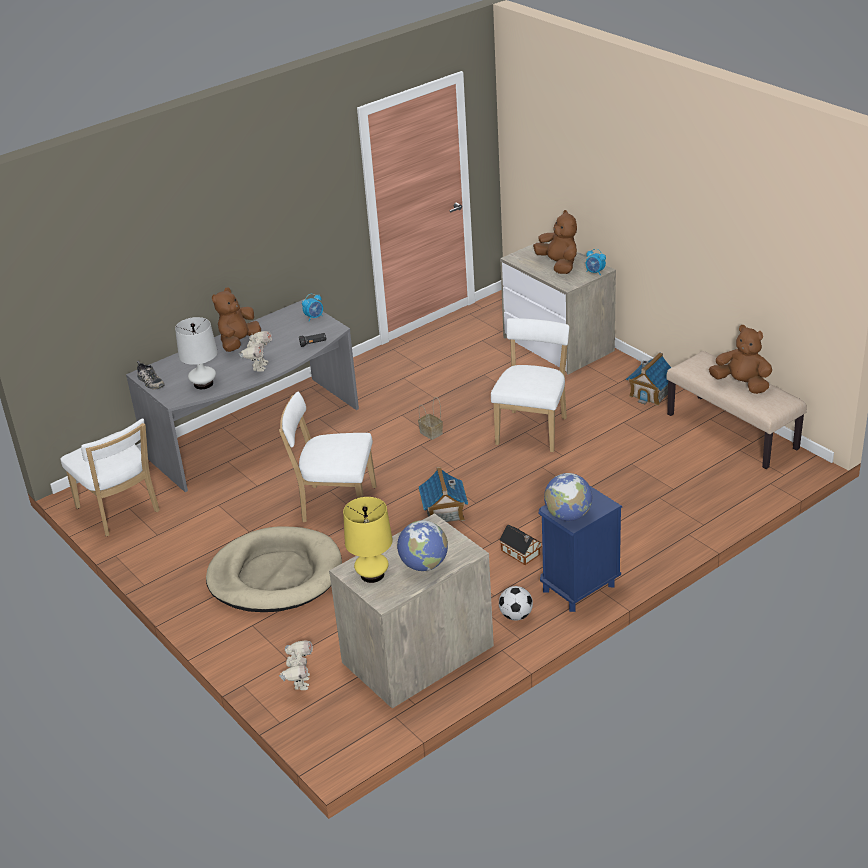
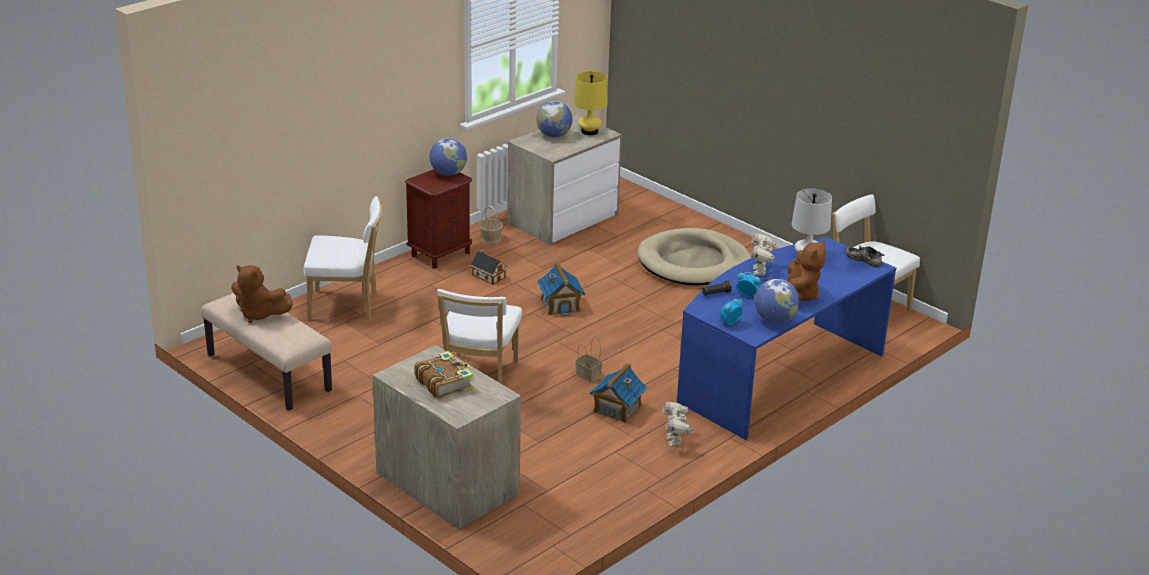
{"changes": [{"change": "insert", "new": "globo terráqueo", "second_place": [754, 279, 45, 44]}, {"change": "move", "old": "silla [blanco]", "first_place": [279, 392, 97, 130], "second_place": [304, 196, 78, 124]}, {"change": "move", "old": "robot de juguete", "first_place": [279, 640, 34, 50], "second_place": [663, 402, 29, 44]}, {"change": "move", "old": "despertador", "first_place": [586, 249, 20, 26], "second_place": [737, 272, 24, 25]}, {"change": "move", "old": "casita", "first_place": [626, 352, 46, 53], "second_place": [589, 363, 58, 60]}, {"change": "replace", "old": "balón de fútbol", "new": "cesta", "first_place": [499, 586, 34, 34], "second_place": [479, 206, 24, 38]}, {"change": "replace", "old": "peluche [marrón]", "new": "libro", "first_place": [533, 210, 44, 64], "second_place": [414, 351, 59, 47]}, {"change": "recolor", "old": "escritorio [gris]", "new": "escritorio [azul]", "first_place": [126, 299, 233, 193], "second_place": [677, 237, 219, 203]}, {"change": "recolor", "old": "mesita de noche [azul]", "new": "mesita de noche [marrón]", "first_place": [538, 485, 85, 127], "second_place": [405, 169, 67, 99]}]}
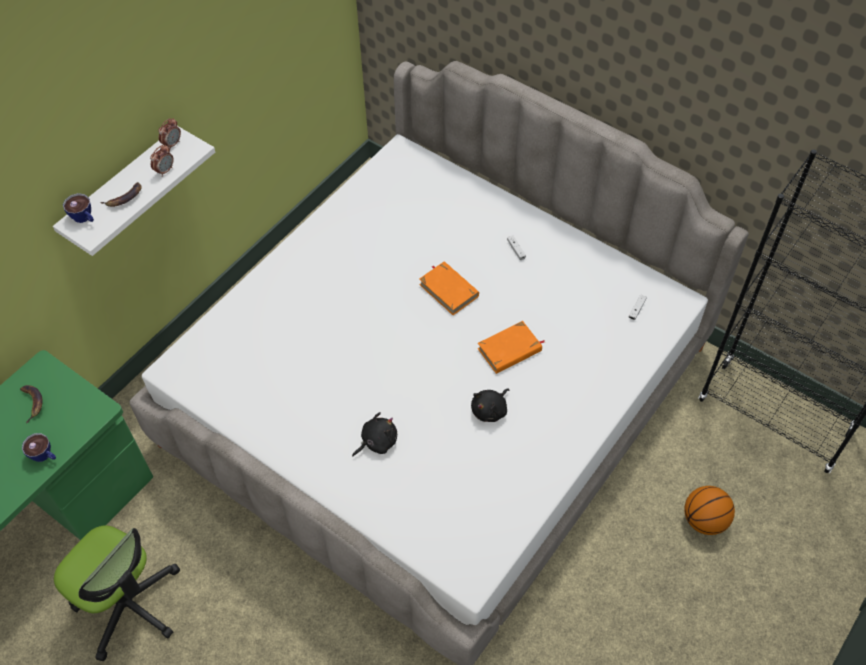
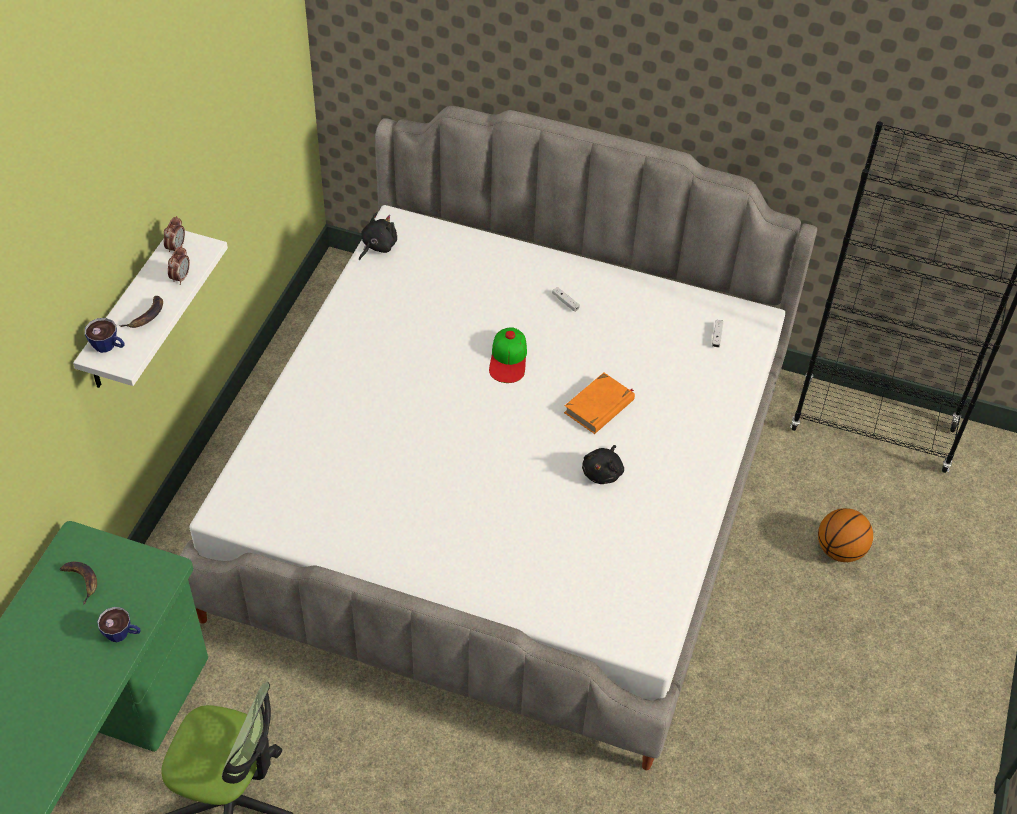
{"changes": [{"change": "move", "old": "peluche [negro]", "first_place": [352, 412, 45, 44], "second_place": [359, 212, 38, 49]}, {"change": "replace", "old": "libro [naranja]", "new": "gorra", "first_place": [419, 261, 60, 54], "second_place": [489, 327, 38, 56]}]}
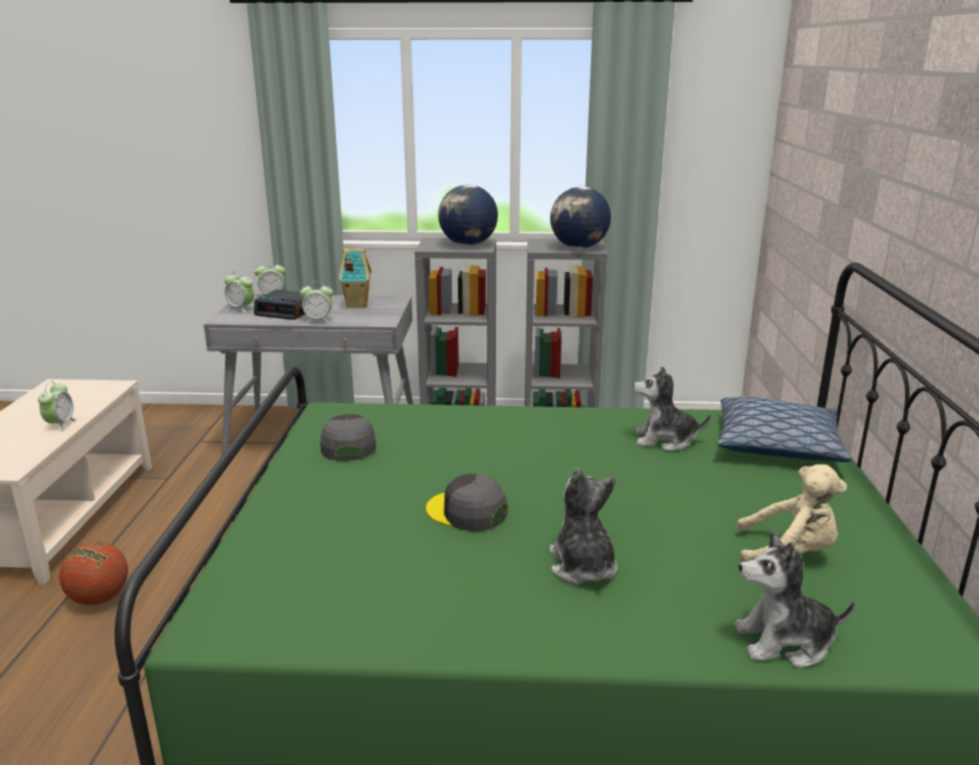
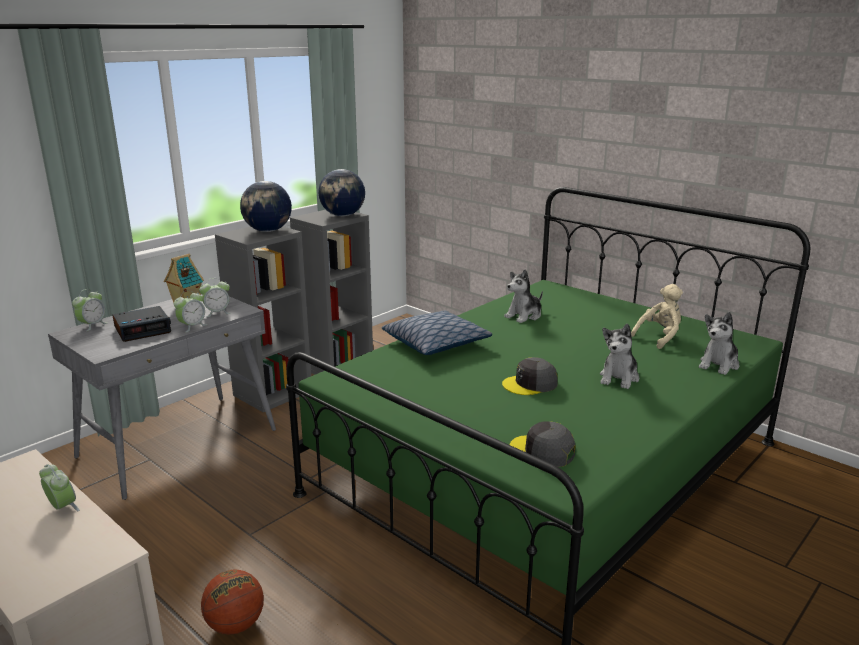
{"changes": [{"change": "move", "old": "despertador", "first_place": [225, 271, 29, 42], "second_place": [199, 278, 32, 39]}, {"change": "move", "old": "gorra [gris]", "first_place": [320, 414, 56, 47], "second_place": [510, 421, 66, 46]}, {"change": "move", "old": "cojín", "first_place": [718, 397, 133, 65], "second_place": [382, 310, 110, 45]}, {"change": "rotate", "old": "peluche", "first_place": [549, 468, 69, 116], "second_place": [600, 324, 39, 65], "degrees": -90}]}
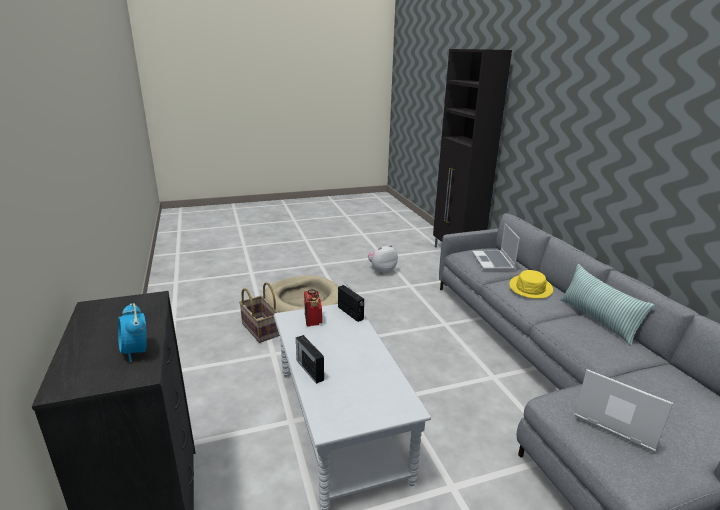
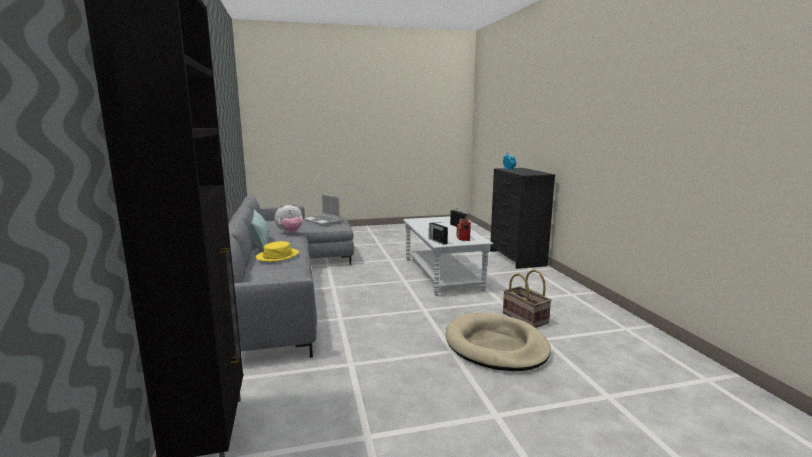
{"changes": [{"change": "delete", "old": "portátil", "first_place": [472, 223, 48, 47]}, {"change": "move", "old": "peluche", "first_place": [368, 245, 30, 29], "second_place": [275, 204, 28, 29]}]}
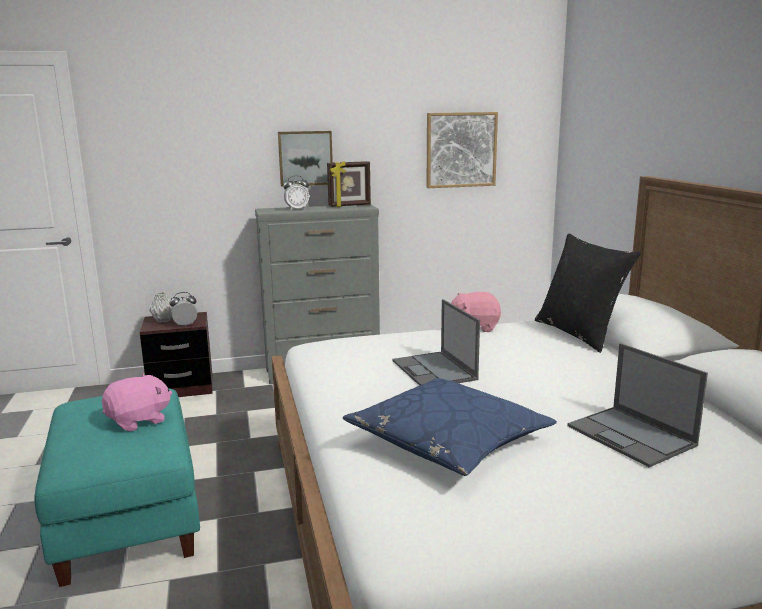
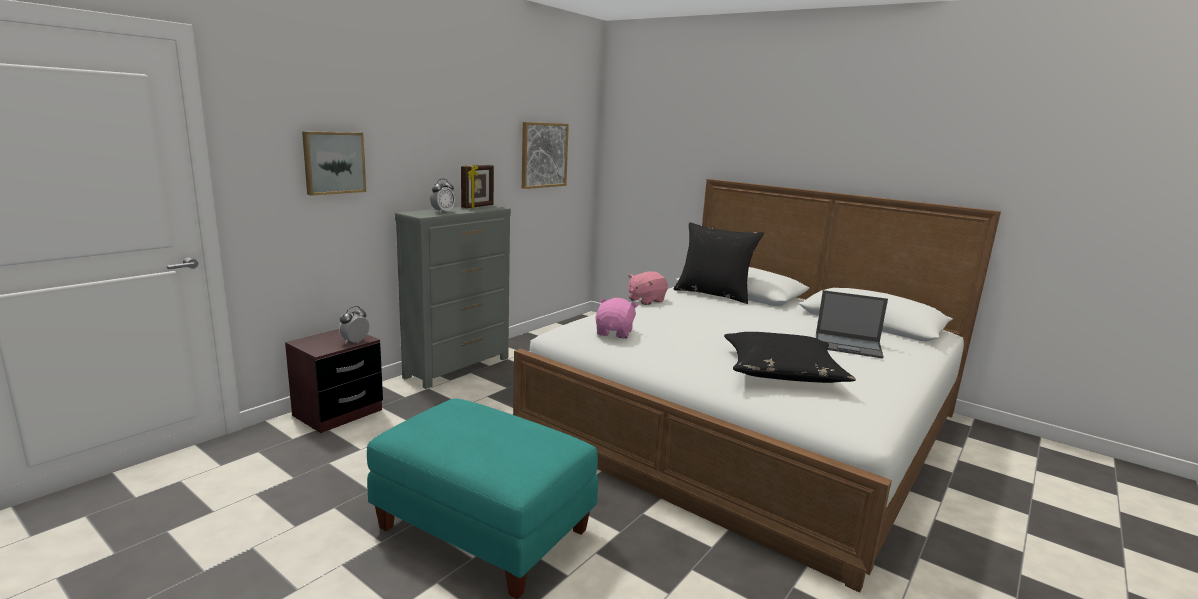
{"changes": [{"change": "delete", "old": "florero [gris]", "first_place": [149, 292, 23, 31]}, {"change": "delete", "old": "portátil", "first_place": [392, 299, 88, 87]}, {"change": "move", "old": "peluche [rosa]", "first_place": [102, 373, 70, 59], "second_place": [595, 298, 43, 40]}, {"change": "move", "old": "cuadro", "first_place": [278, 131, 55, 55], "second_place": [302, 131, 64, 65]}, {"change": "recolor", "old": "cojín [azul]", "new": "cojín [negro]", "first_place": [343, 378, 214, 98], "second_place": [724, 332, 132, 51]}]}
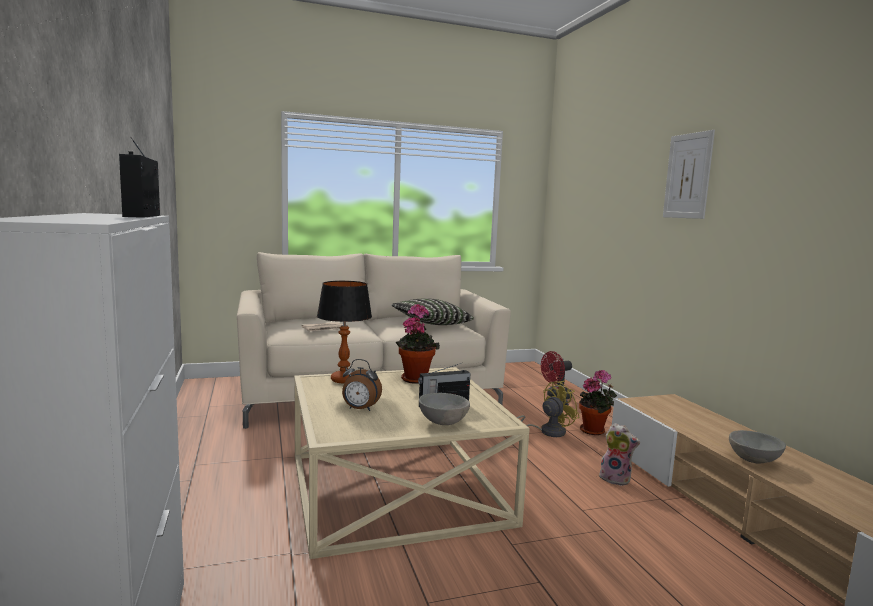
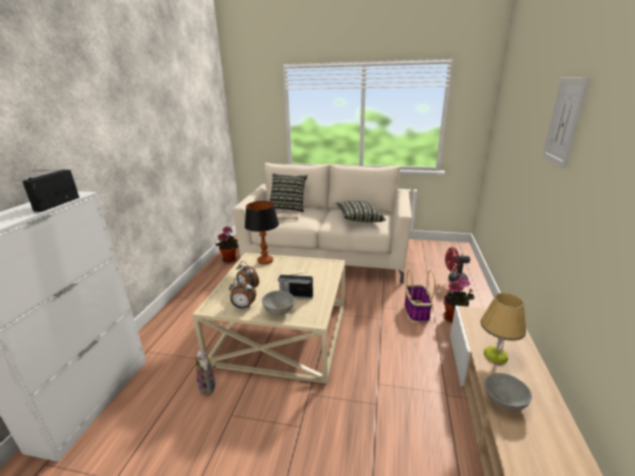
{"changes": [{"change": "insert", "new": "despertador", "second_place": [229, 278, 27, 31]}, {"change": "insert", "new": "cojín", "second_place": [269, 173, 39, 39]}, {"change": "insert", "new": "lámpara de mesa", "second_place": [480, 293, 46, 71]}, {"change": "move", "old": "planta en maceta", "first_place": [396, 304, 44, 80], "second_place": [216, 226, 23, 37]}, {"change": "move", "old": "peluche", "first_place": [599, 423, 41, 63], "second_place": [196, 349, 20, 46]}, {"change": "replace", "old": "ventilador [amarillo]", "new": "cesta", "first_place": [517, 381, 63, 56], "second_place": [405, 270, 30, 52]}]}
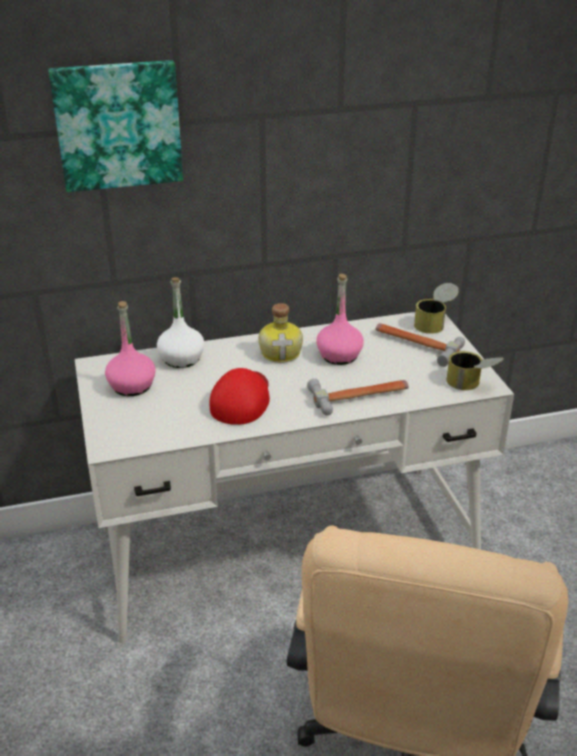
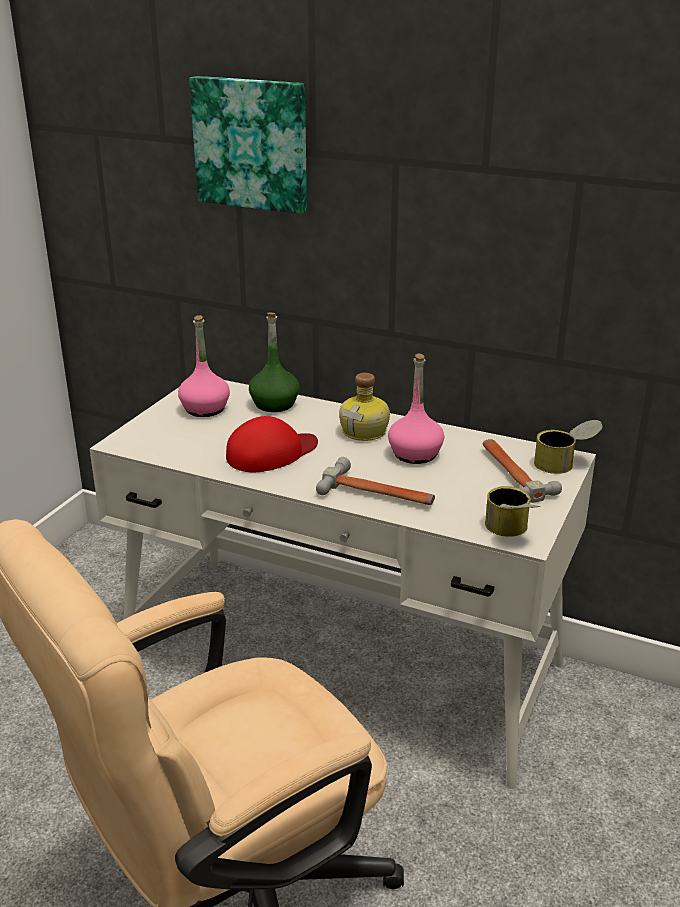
{"changes": [{"change": "recolor", "old": "botella [blanco]", "new": "botella [verde]", "first_place": [157, 278, 48, 90], "second_place": [249, 312, 51, 100]}]}
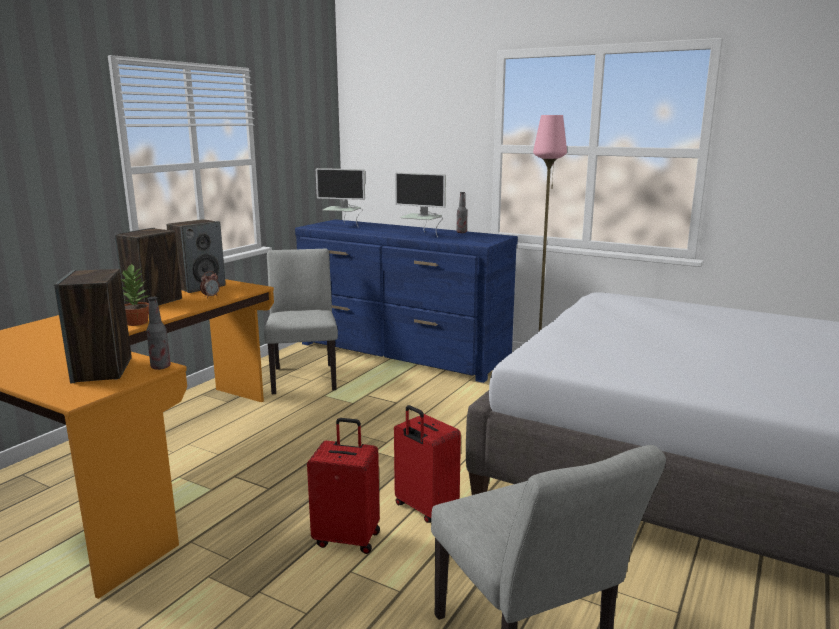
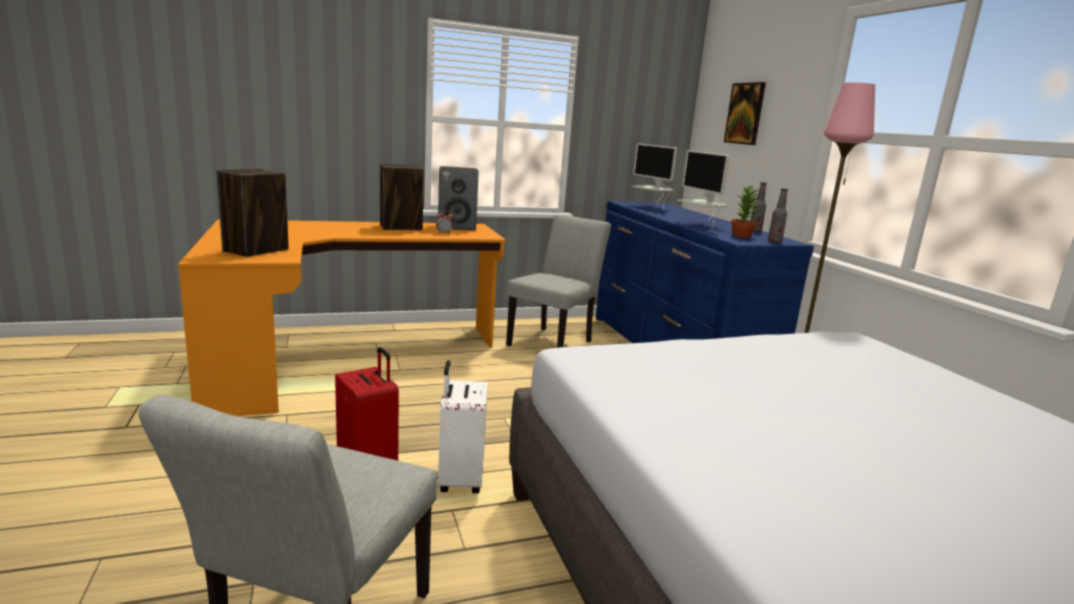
{"changes": [{"change": "insert", "new": "cuadro", "second_place": [724, 82, 42, 63]}, {"change": "move", "old": "planta en maceta", "first_place": [121, 263, 29, 63], "second_place": [731, 185, 29, 53]}, {"change": "move", "old": "botella", "first_place": [146, 297, 25, 73], "second_place": [768, 188, 20, 55]}, {"change": "recolor", "old": "maleta [rojo]", "new": "maleta [blanco]", "first_place": [394, 405, 67, 118], "second_place": [438, 360, 50, 133]}]}
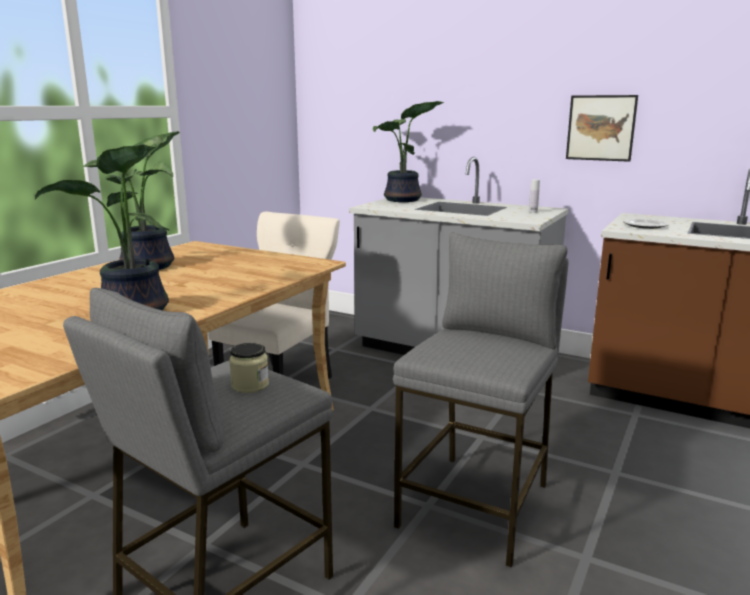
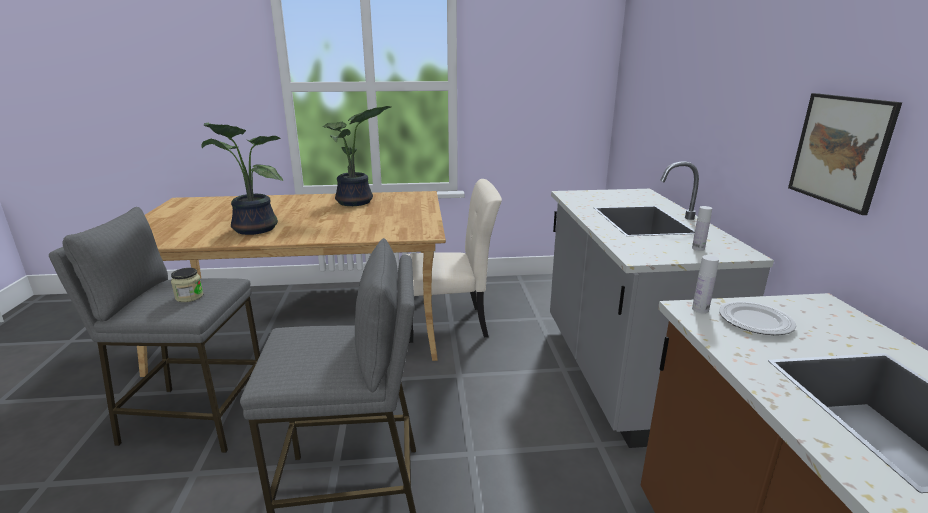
{"changes": [{"change": "delete", "old": "planta en maceta", "first_place": [373, 101, 71, 101]}, {"change": "insert", "new": "botella [blanco]", "second_place": [692, 255, 27, 59]}]}
